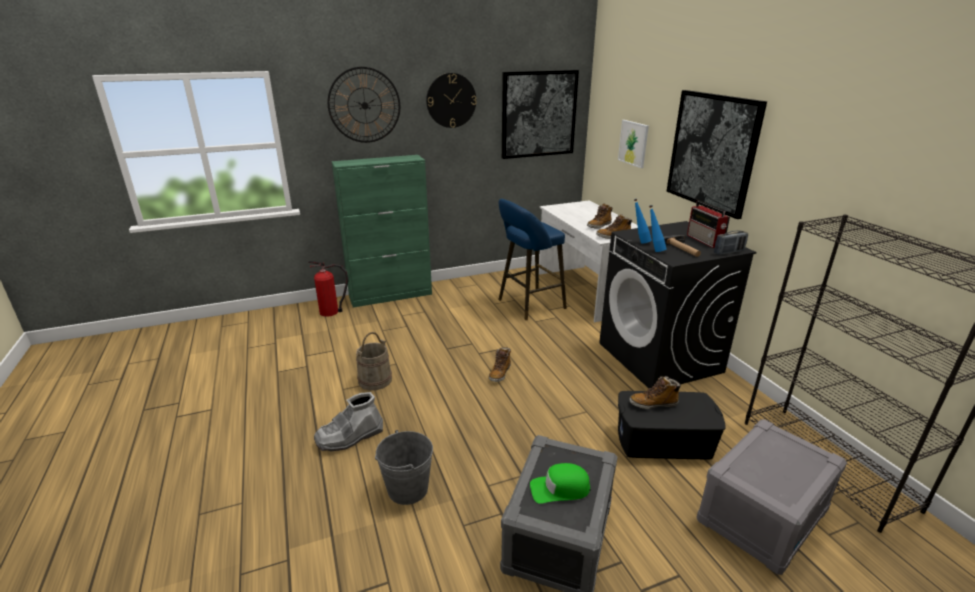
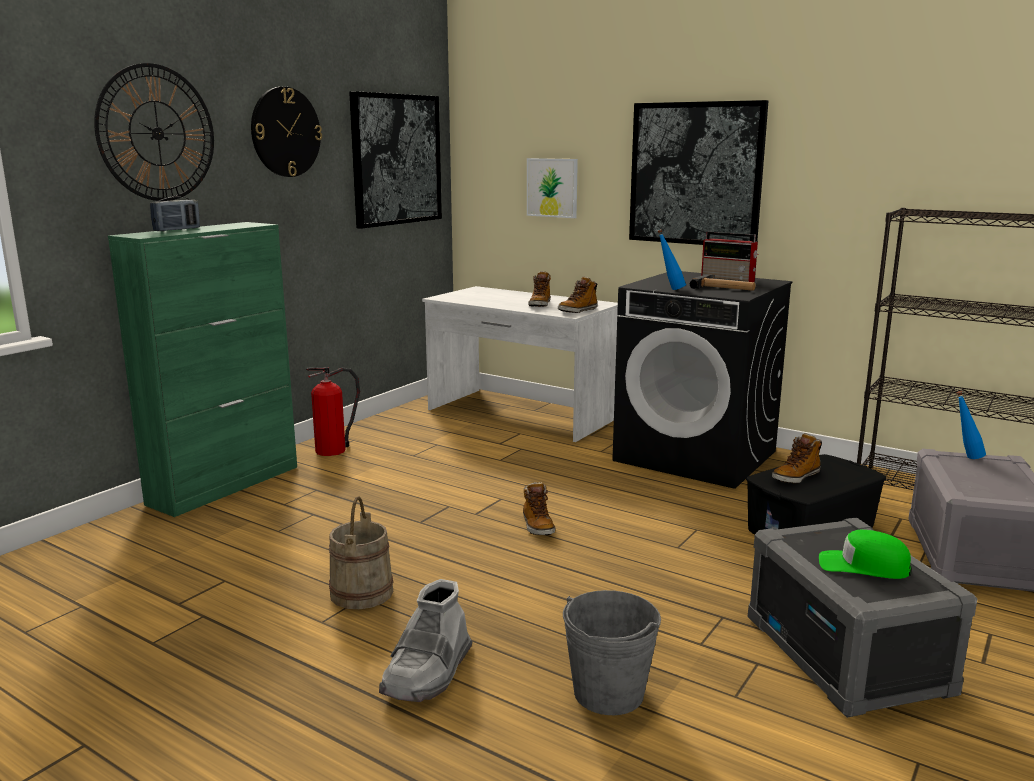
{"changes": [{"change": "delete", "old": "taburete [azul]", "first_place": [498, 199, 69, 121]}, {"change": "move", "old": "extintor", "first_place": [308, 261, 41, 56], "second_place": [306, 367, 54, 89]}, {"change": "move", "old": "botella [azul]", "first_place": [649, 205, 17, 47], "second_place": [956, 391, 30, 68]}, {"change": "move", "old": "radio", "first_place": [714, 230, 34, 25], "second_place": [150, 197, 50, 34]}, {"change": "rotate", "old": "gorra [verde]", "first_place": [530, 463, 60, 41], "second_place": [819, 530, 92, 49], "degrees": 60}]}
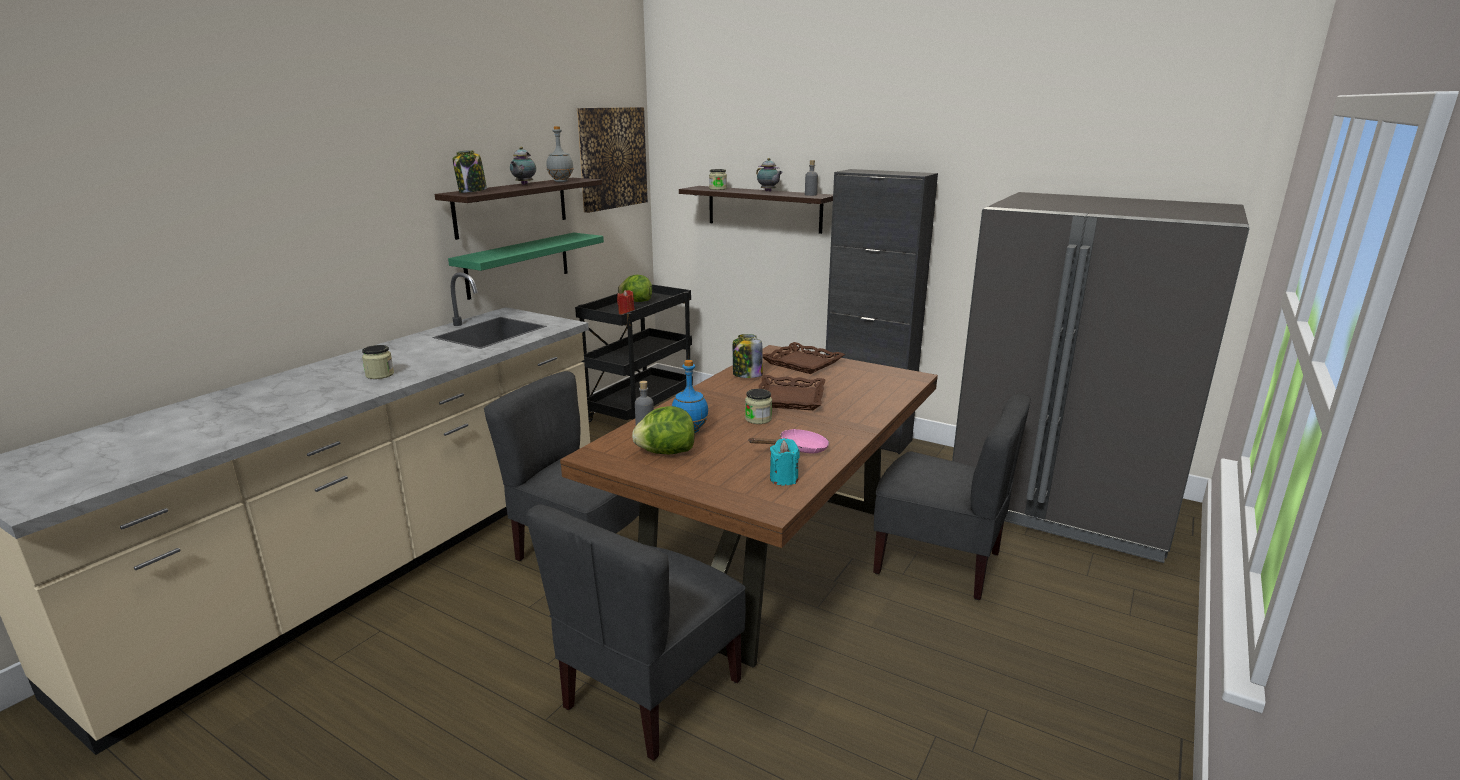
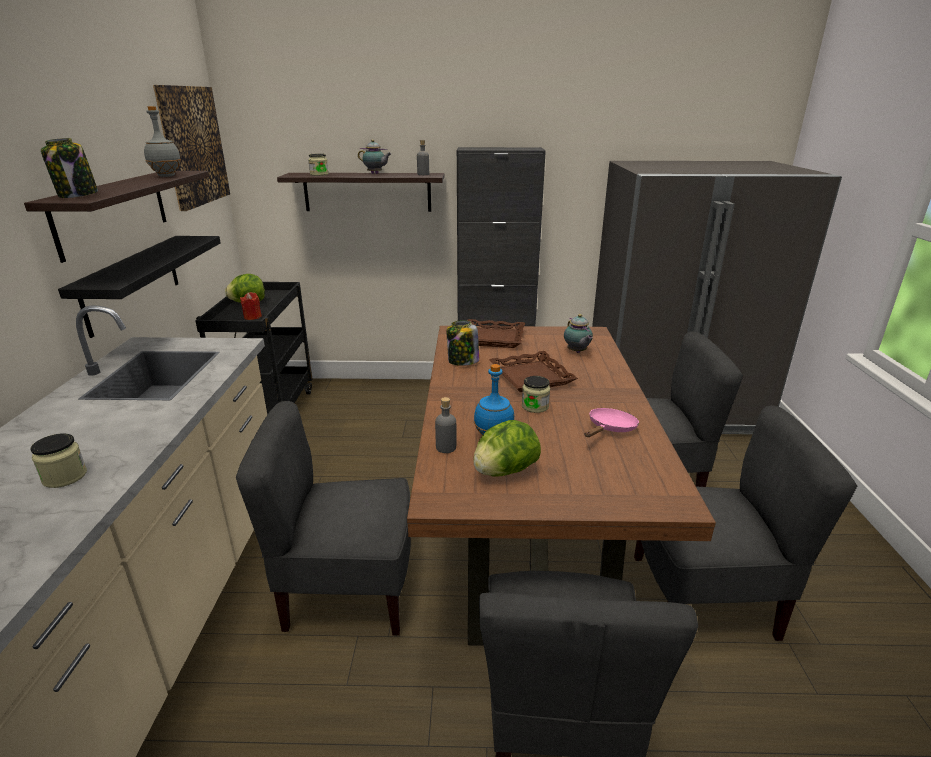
{"changes": [{"change": "delete", "old": "vela [turquesa]", "first_place": [770, 438, 30, 48]}, {"change": "insert", "new": "silla [gris]", "second_place": [634, 405, 223, 236]}, {"change": "move", "old": "tetera", "first_place": [510, 147, 26, 38], "second_place": [564, 314, 29, 39]}, {"change": "recolor", "old": "estante [verde]", "new": "estante [negro]", "first_place": [448, 233, 156, 67], "second_place": [58, 236, 163, 102]}]}
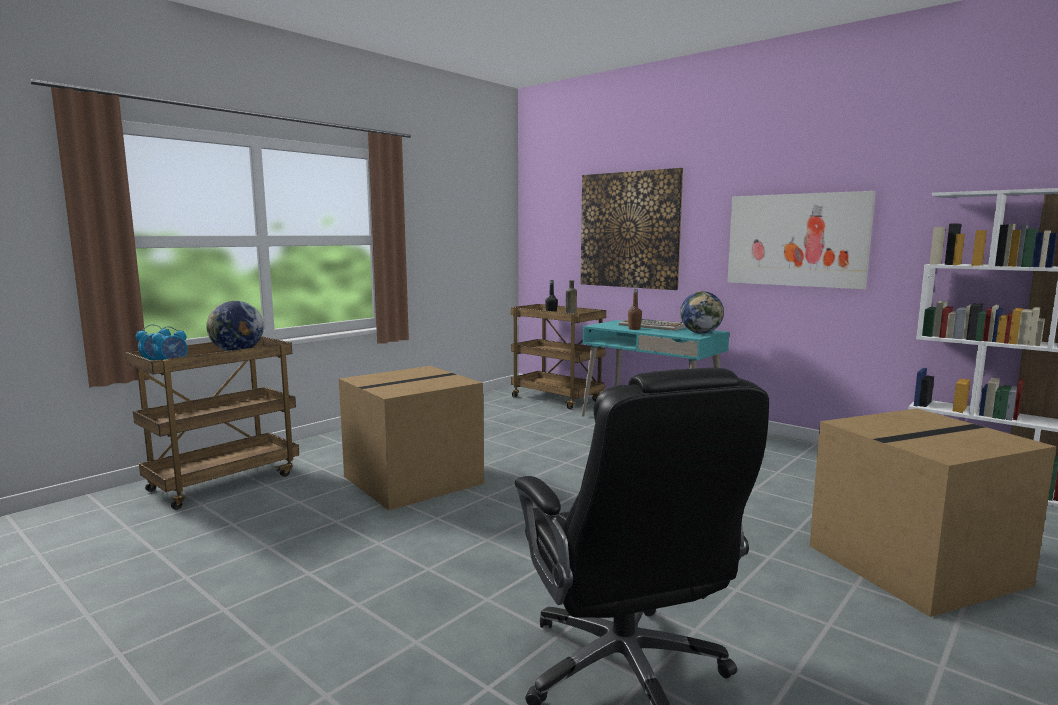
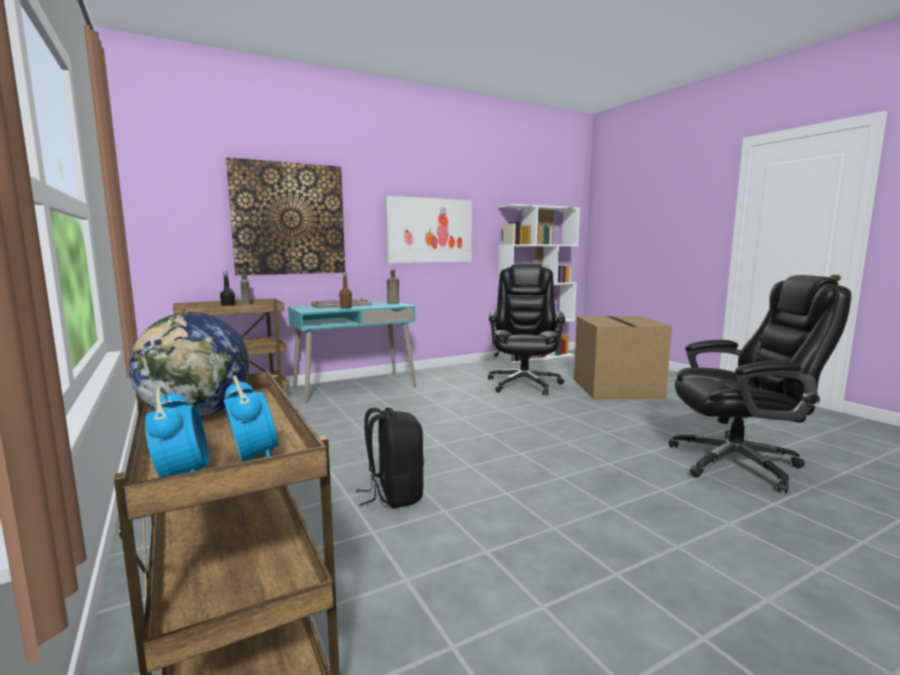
{"changes": [{"change": "insert", "new": "silla de oficina [negro]", "second_place": [488, 264, 77, 131]}, {"change": "replace", "old": "caja de cartón", "new": "mochila [negro]", "first_place": [339, 366, 145, 144], "second_place": [356, 408, 68, 100]}, {"change": "replace", "old": "globo terráqueo", "new": "botella [marrón]", "first_place": [680, 291, 44, 43], "second_place": [387, 270, 12, 34]}]}
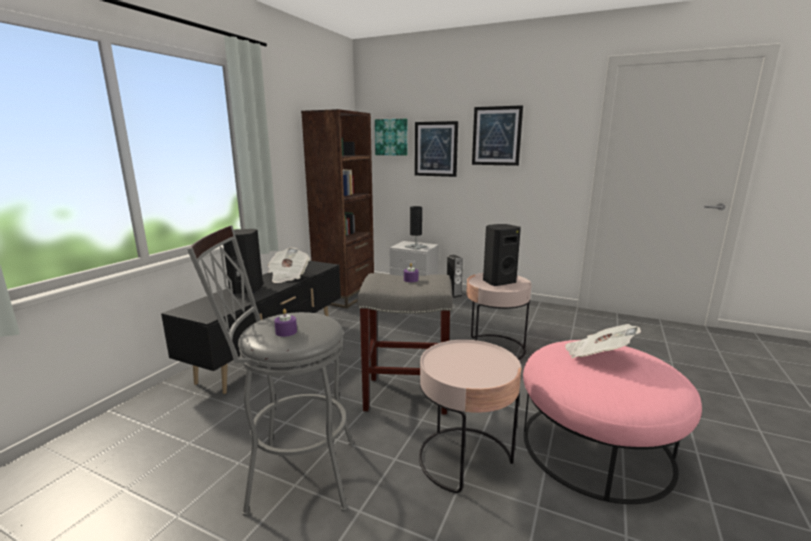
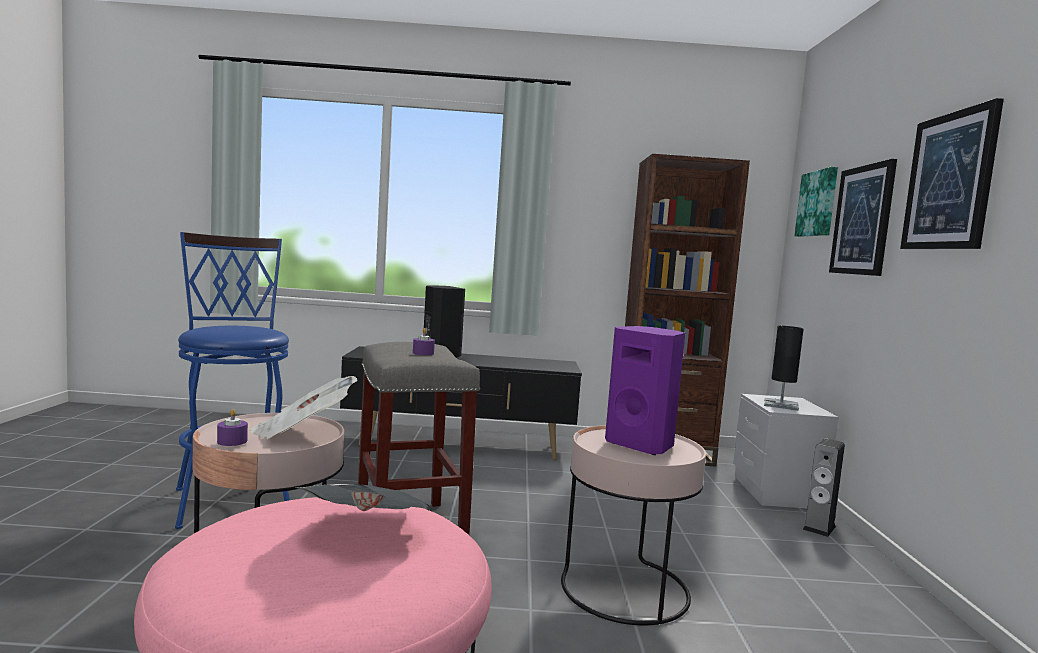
{"changes": [{"change": "move", "old": "periódico", "first_place": [268, 248, 42, 35], "second_place": [249, 376, 109, 64]}, {"change": "move", "old": "vela [morado]", "first_place": [274, 309, 23, 28], "second_place": [217, 409, 31, 37]}, {"change": "recolor", "old": "taburete [gris]", "new": "taburete [azul]", "first_place": [187, 225, 166, 291], "second_place": [175, 232, 115, 297]}, {"change": "recolor", "old": "altavoz [negro]", "new": "altavoz [morado]", "first_place": [483, 224, 38, 62], "second_place": [605, 326, 80, 129]}]}
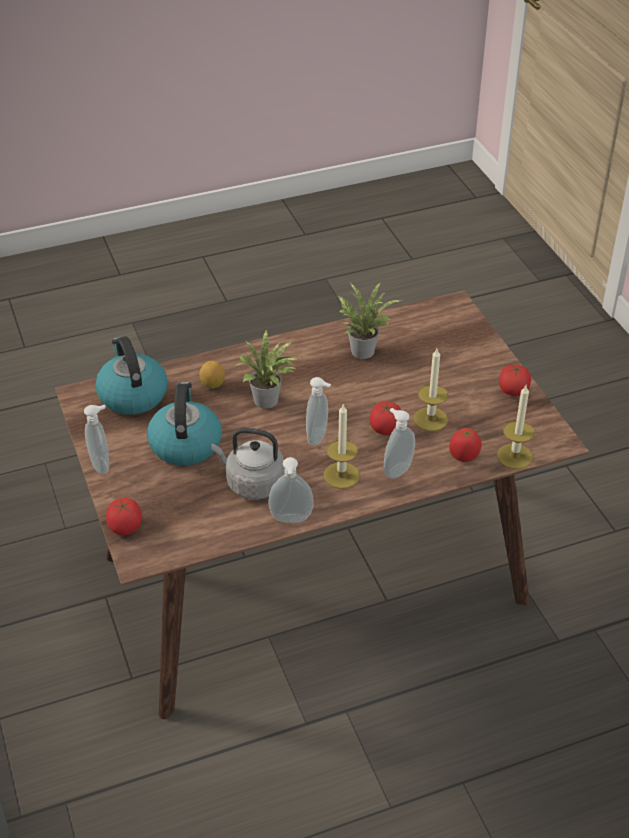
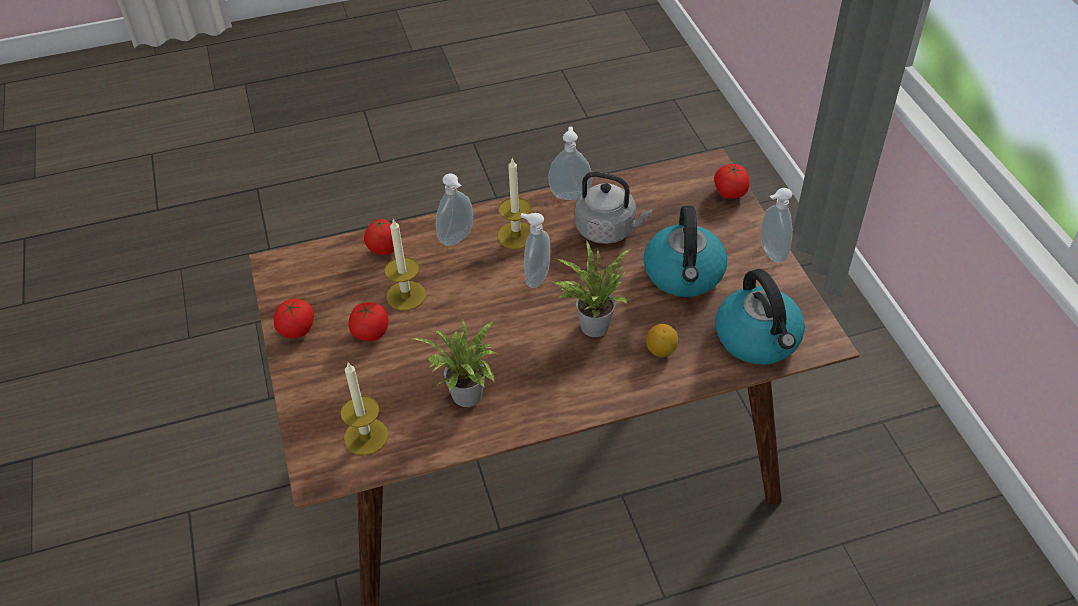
{"changes": [{"change": "move", "old": "tomate", "first_place": [370, 401, 31, 34], "second_place": [349, 302, 40, 39]}, {"change": "move", "old": "vela", "first_place": [497, 385, 37, 84], "second_place": [340, 363, 48, 92]}]}
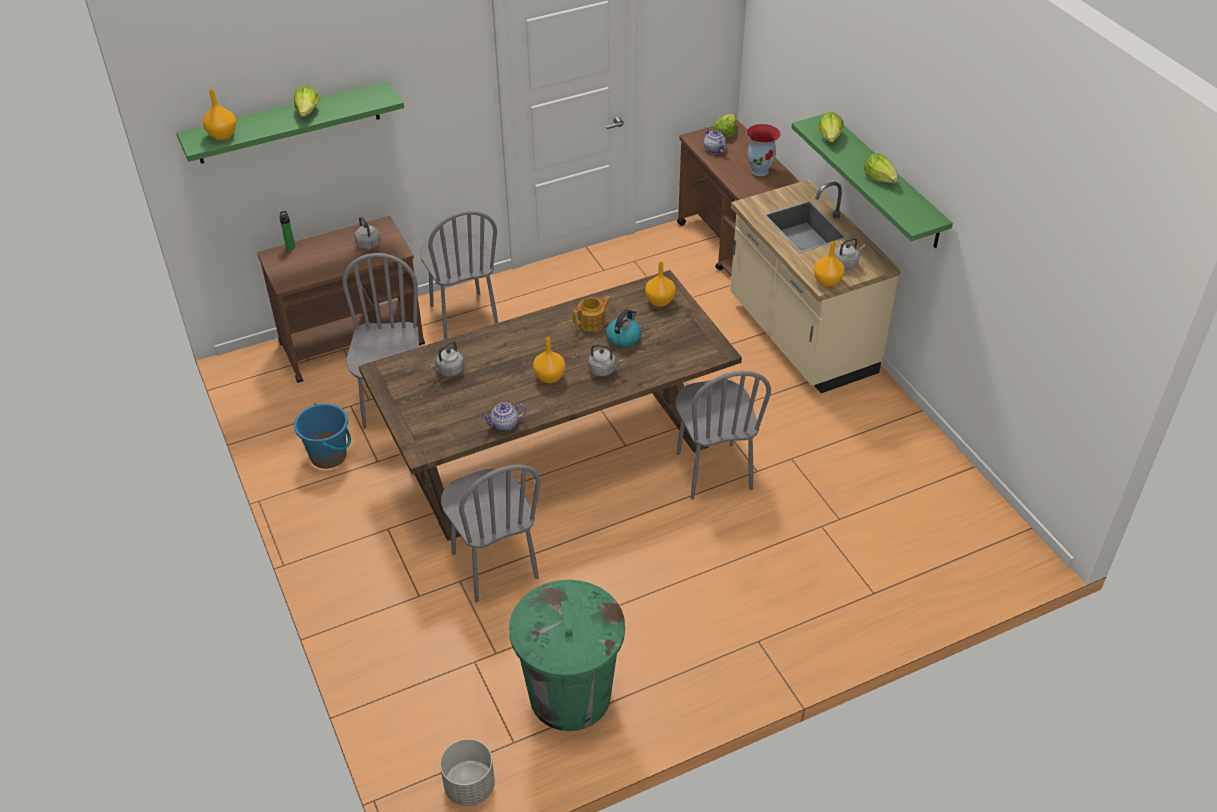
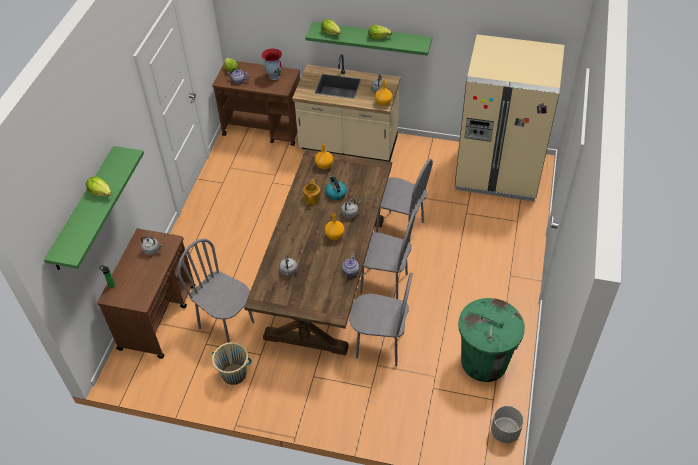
{"changes": [{"change": "delete", "old": "florero [naranja]", "first_place": [203, 89, 33, 51]}, {"change": "insert", "new": "nevera [beis]", "second_place": [455, 34, 110, 168]}, {"change": "move", "old": "silla [gris]", "first_place": [420, 210, 78, 129], "second_place": [360, 212, 56, 87]}, {"change": "recolor", "old": "cubo [azul]", "new": "cubo [beis]", "first_place": [294, 404, 57, 65], "second_place": [212, 342, 40, 43]}]}
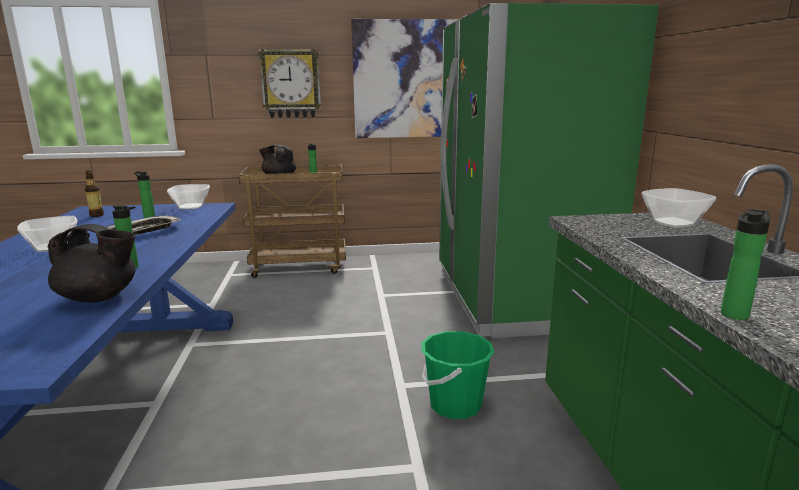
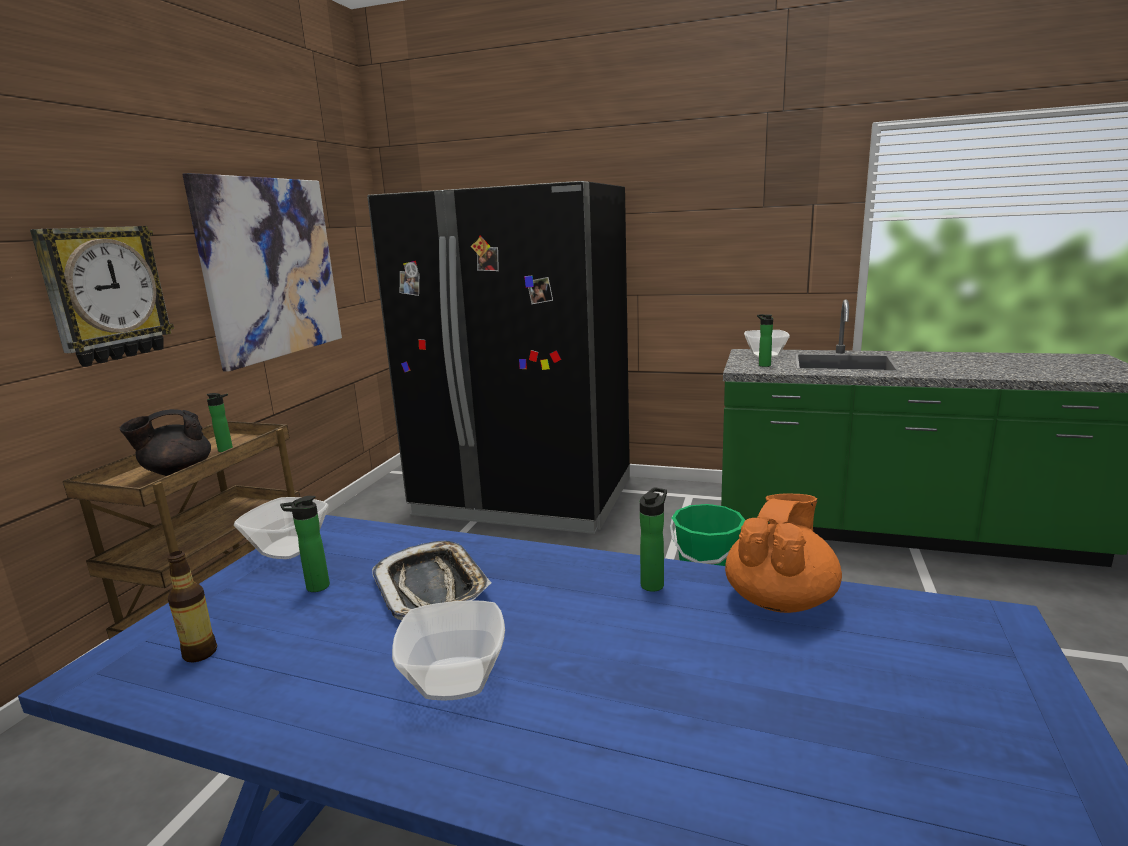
{"changes": [{"change": "move", "old": "botella", "first_place": [721, 209, 49, 111], "second_place": [757, 314, 16, 53]}, {"change": "recolor", "old": "tetera [negro]", "new": "tetera [naranja]", "first_place": [48, 224, 88, 79], "second_place": [725, 494, 117, 119]}, {"change": "recolor", "old": "nevera [verde]", "new": "nevera [negro]", "first_place": [439, 3, 220, 335], "second_place": [367, 181, 263, 353]}]}
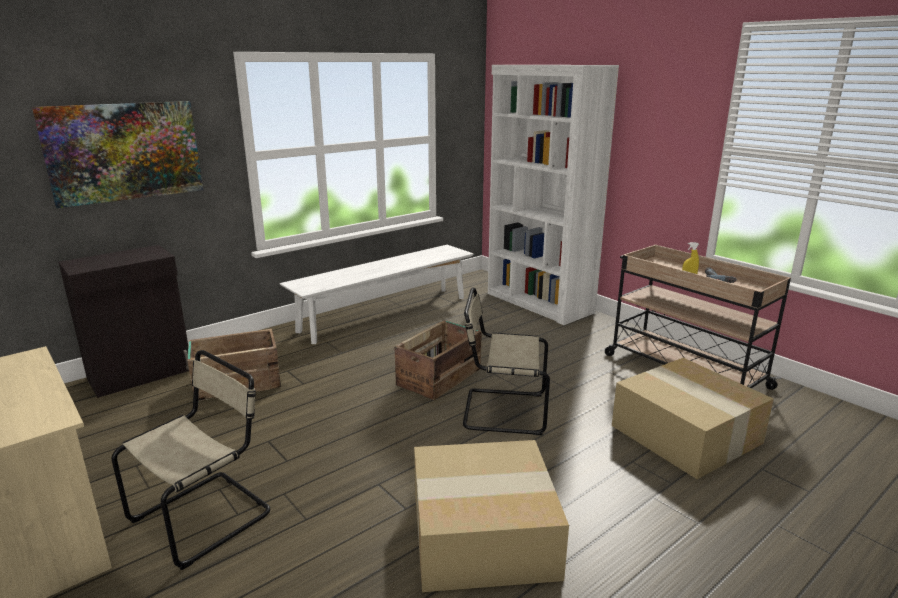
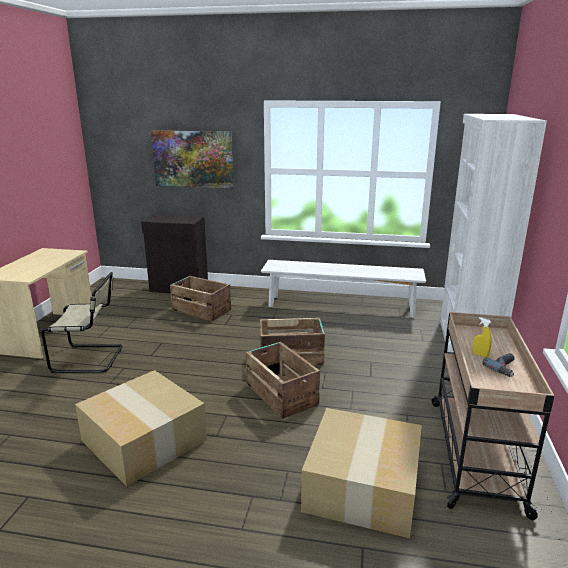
{"changes": [{"change": "replace", "old": "silla [beis]", "new": "caja de embalaje", "first_place": [463, 287, 87, 148], "second_place": [246, 342, 74, 77]}]}
